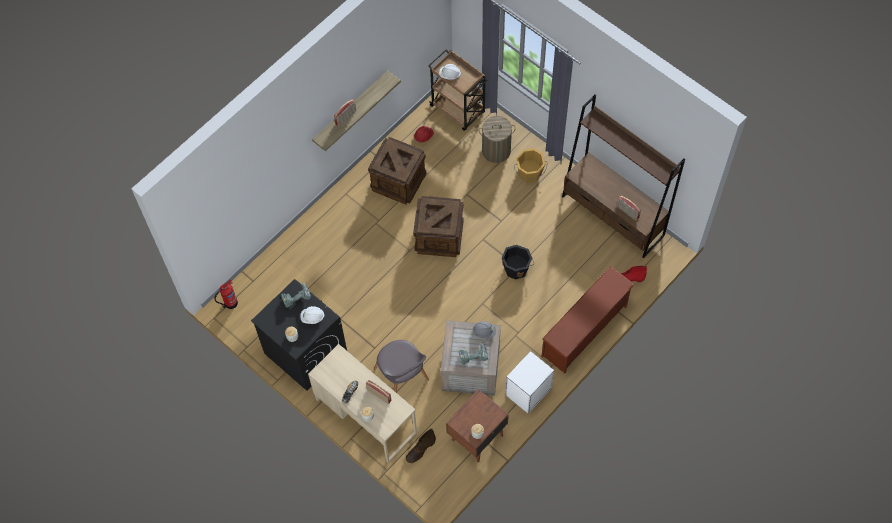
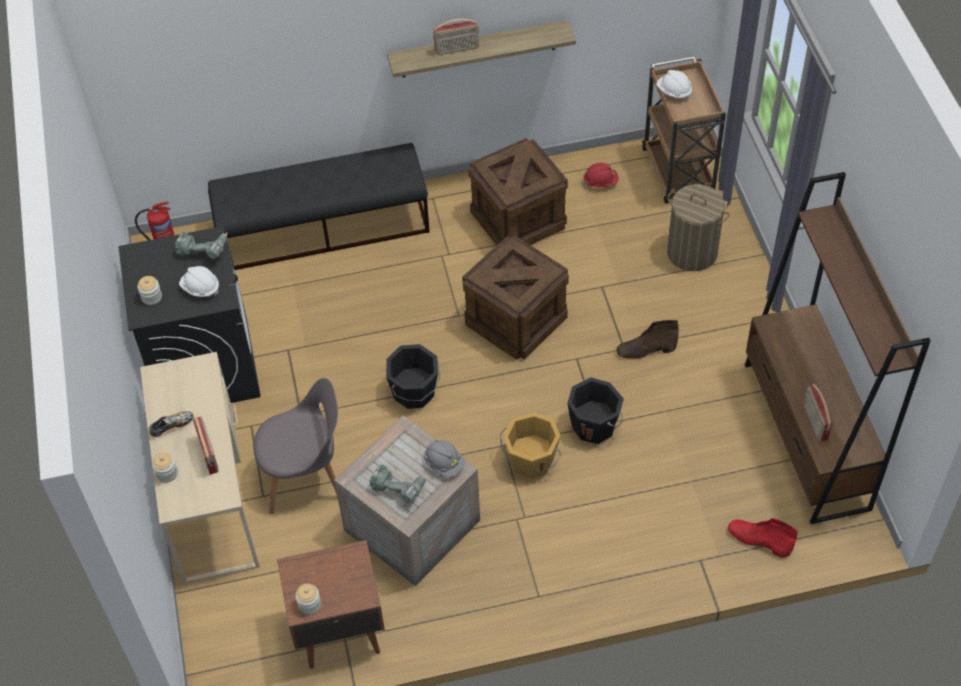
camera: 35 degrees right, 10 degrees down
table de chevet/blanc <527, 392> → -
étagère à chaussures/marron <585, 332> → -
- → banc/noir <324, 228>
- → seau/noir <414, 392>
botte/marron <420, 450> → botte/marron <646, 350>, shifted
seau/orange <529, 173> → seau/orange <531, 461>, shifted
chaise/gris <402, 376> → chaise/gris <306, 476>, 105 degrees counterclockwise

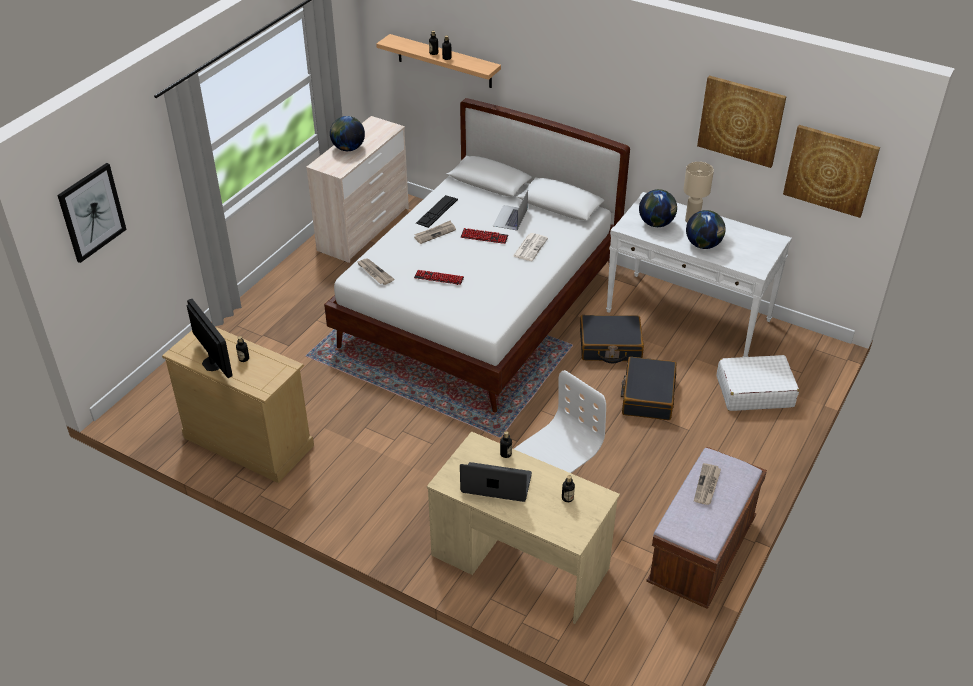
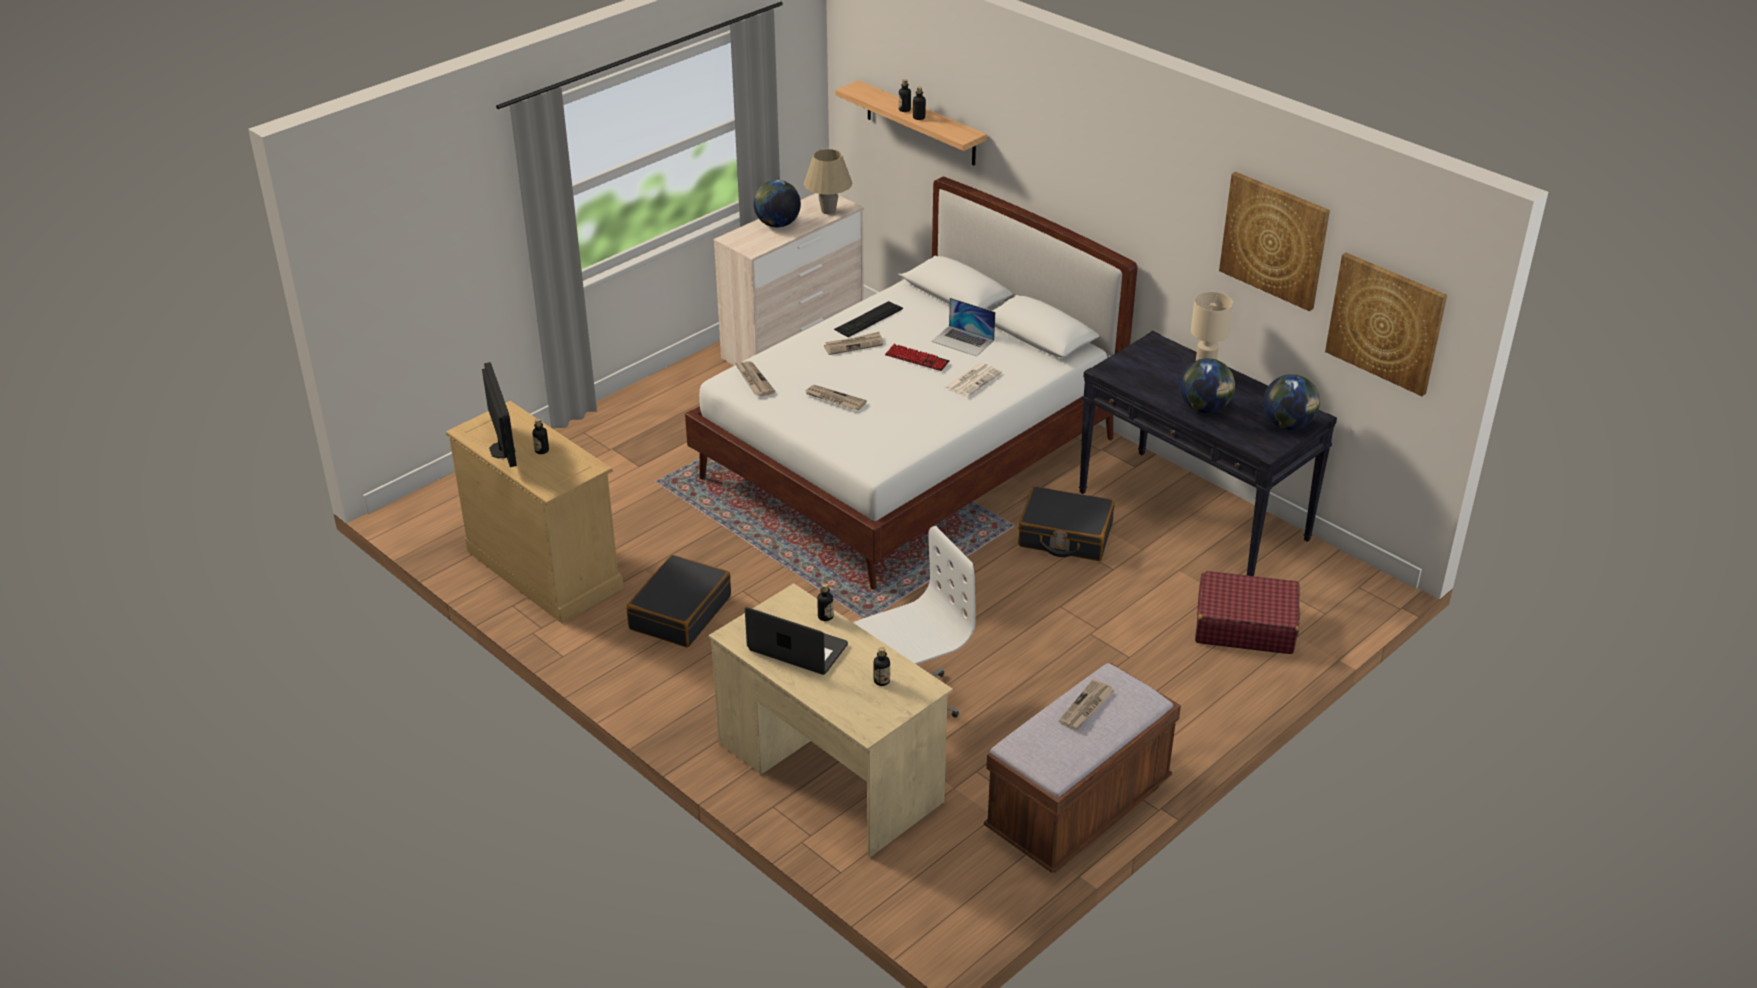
camera: 15 degrees right, 5 degrees down
tableau <91, 212> → -
- → lampe de table/beige <828, 211>
valise/noir <647, 396> → valise/noir <680, 612>, shifted
globe <656, 223> → globe <1288, 424>, shifted
clavier <439, 278> → journal <834, 399>
table console/blanc <688, 316> → table console/noir <1193, 516>
valise/blanc <754, 391> → valise/rouge <1244, 625>
ordinateur portable <510, 217> → ordinateur portable <963, 341>, 90 degrees counterclockwise

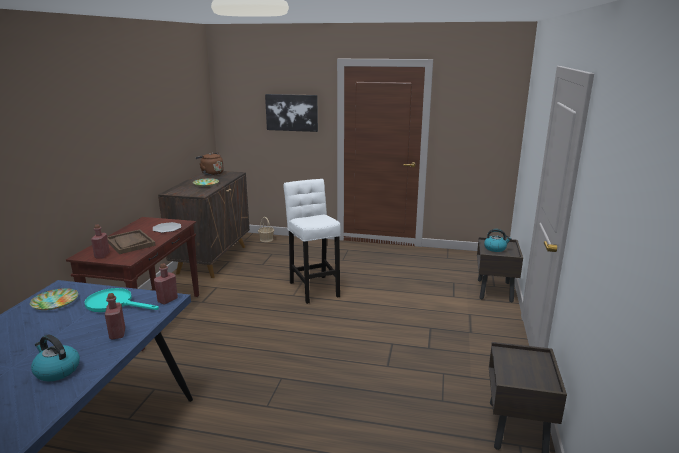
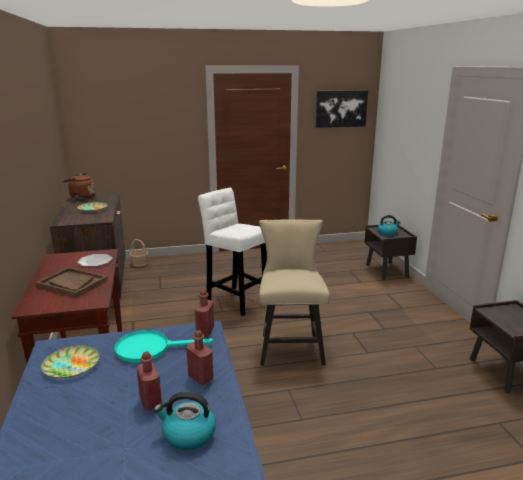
camera: 25 degrees left, 0 degrees up
- → chaise/beige <290, 346>
bouteille/rouge <102, 255> → bouteille/rouge <150, 402>, shifted
tableau <292, 112> → tableau <341, 108>, shifted

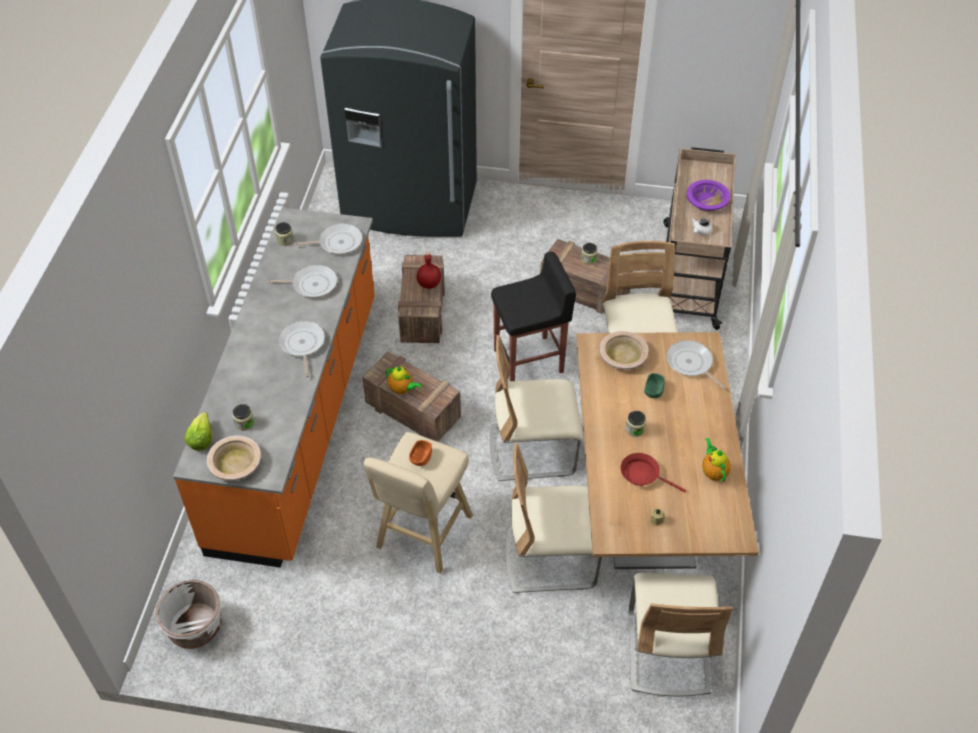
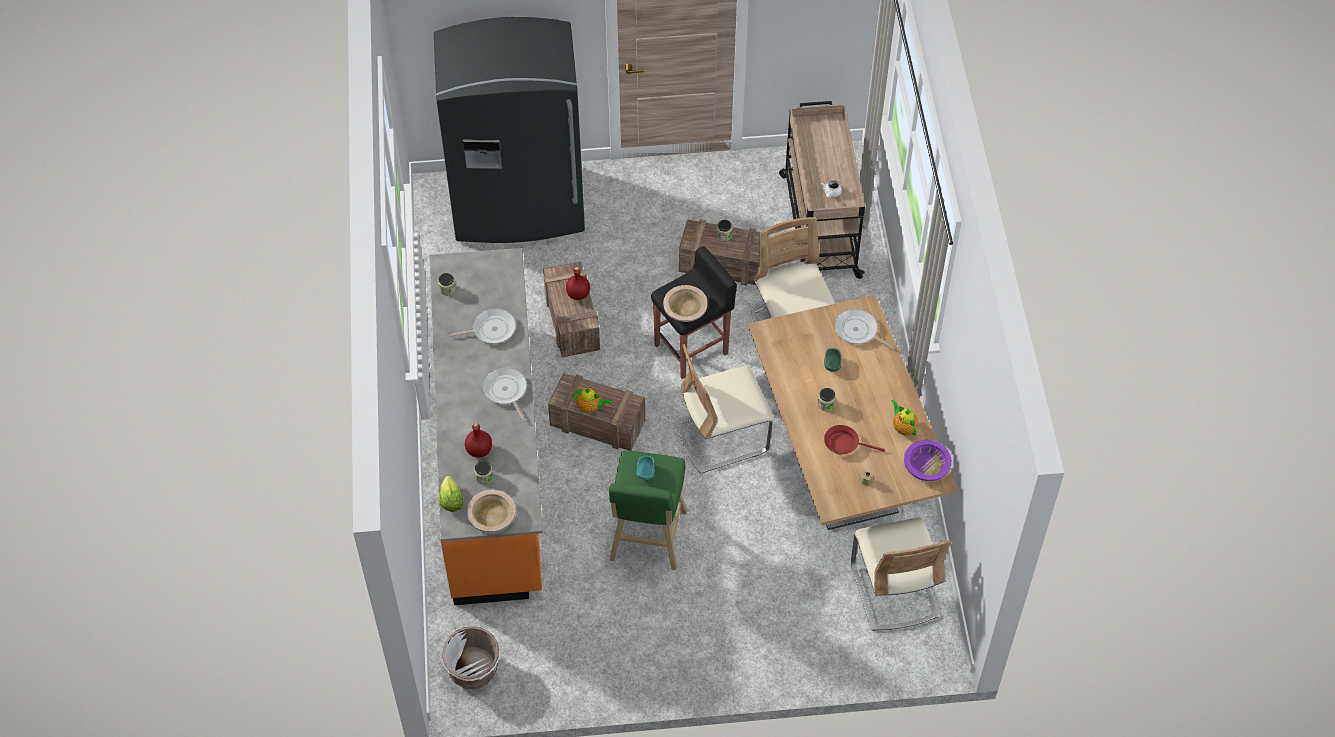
camera: 15 degrees left, 5 degrees up
poêle <338, 242> → -
chaise/beige <550, 558> → -
- → bouteille/rouge <479, 450>
bol/beige <622, 356> → bol/beige <685, 309>, shifted
bol/violet <707, 201> → bol/violet <926, 465>, shifted
tabouret/beige <422, 535> → tabouret/vert <647, 540>
bol/orange <421, 458> → bol/turquoise <645, 472>

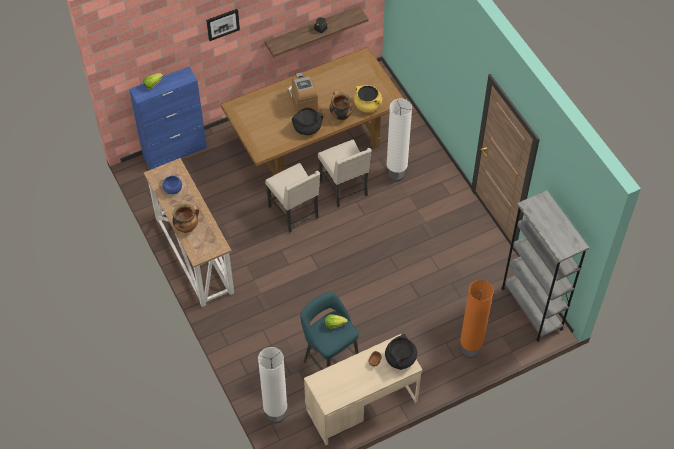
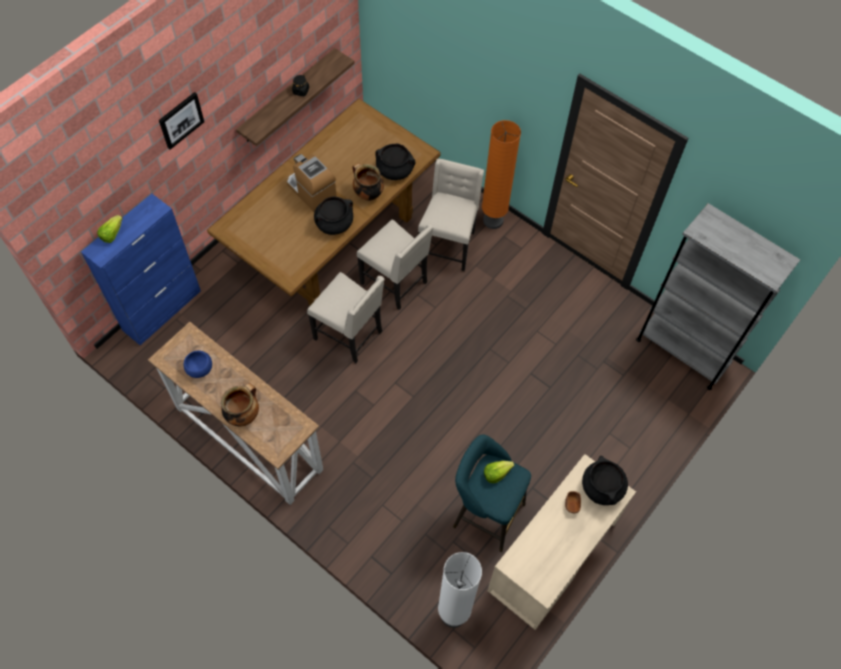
camera: 25 degrees left, 5 degrees up
lampadaire/orange <470, 350> → lampadaire/orange <493, 220>, shifted
lampadaire/blanc <396, 174> → chaise/beige <448, 245>
marmite/jaune <368, 105> → marmite/noir <395, 171>

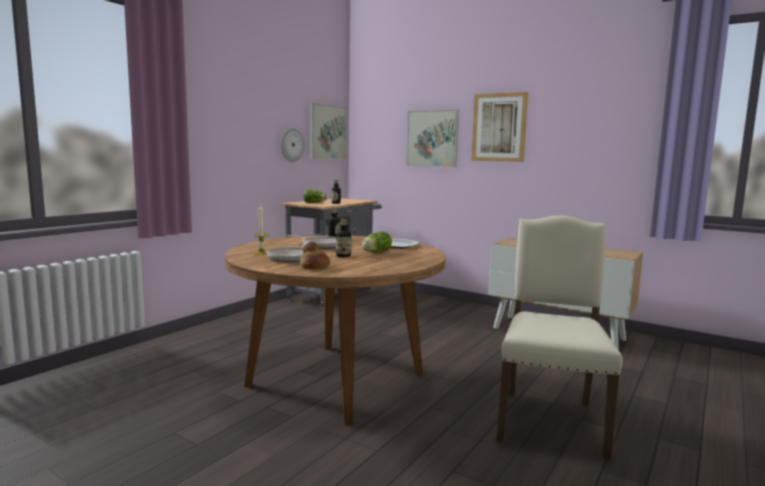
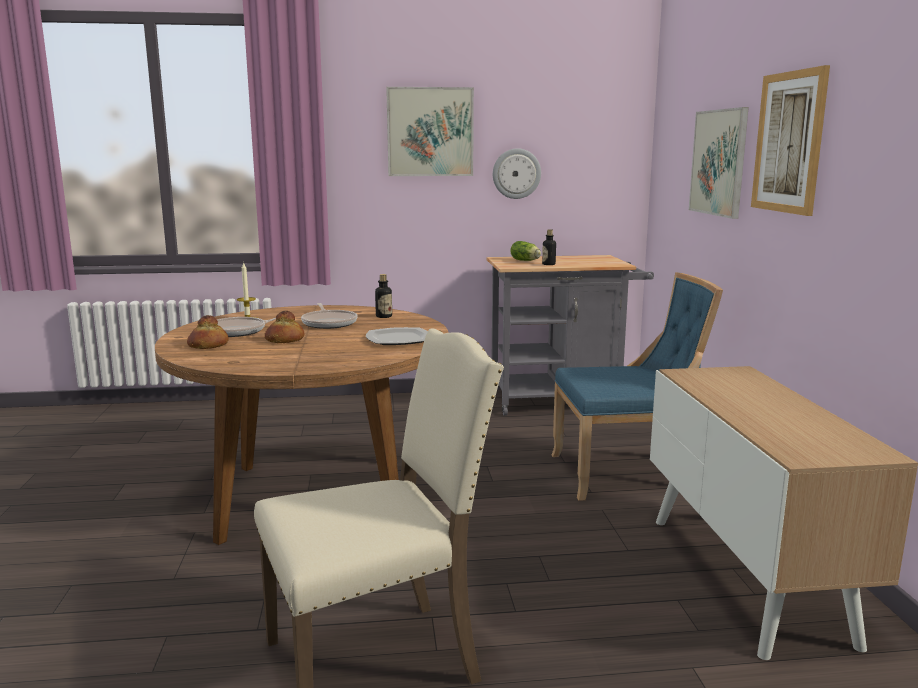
camera: 50 degrees right, 5 degrees up
laitue <375, 252> → -
- → chaise/bleu <626, 473>
tableau <327, 132> → tableau <430, 132>, shifted
bouteille <343, 256> → pain <285, 340>

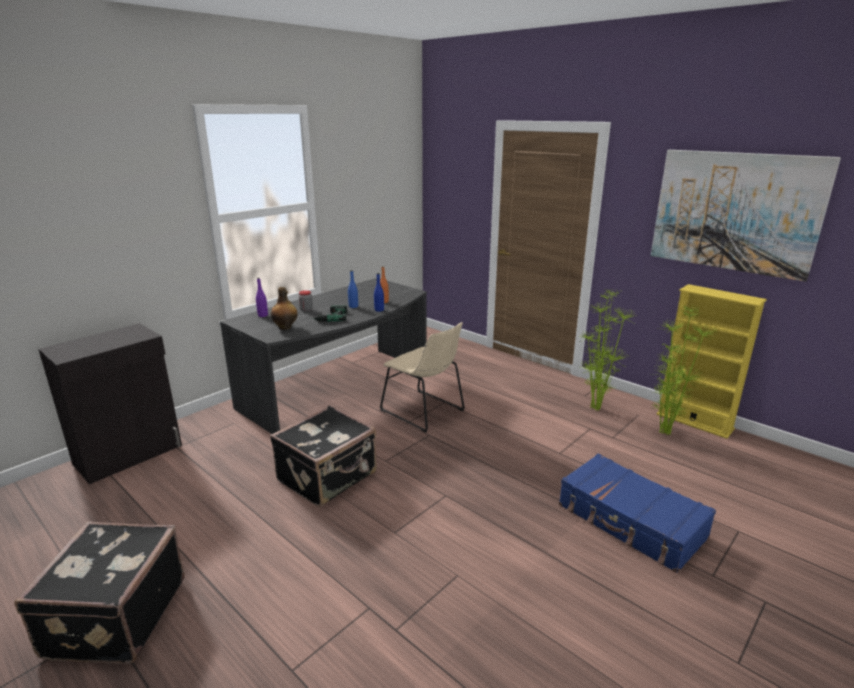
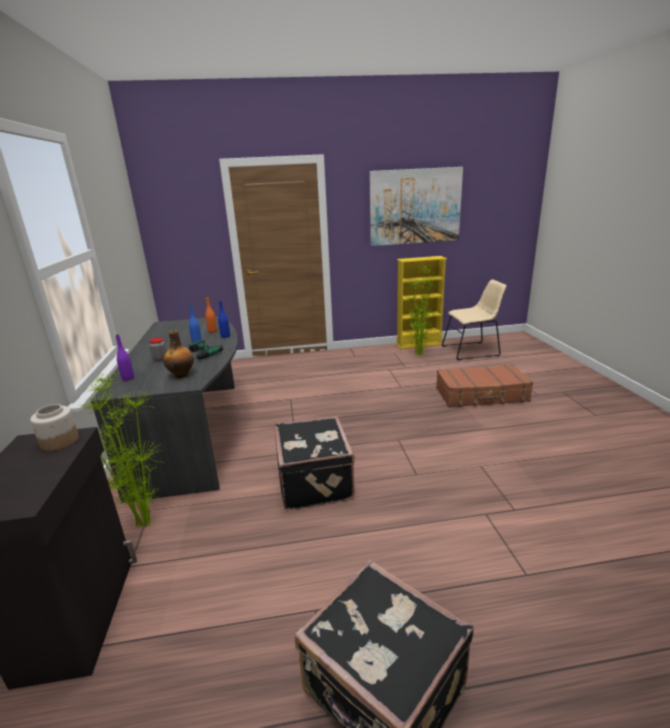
camera: 50 degrees left, 0 degrees up
- → bocal <59, 442>
chaise/beige <424, 411> → chaise/beige <472, 350>, shifted
plante en pot <595, 409> → plante en pot <145, 525>, shifted
valise/bleu <630, 521> → valise/marron <481, 395>

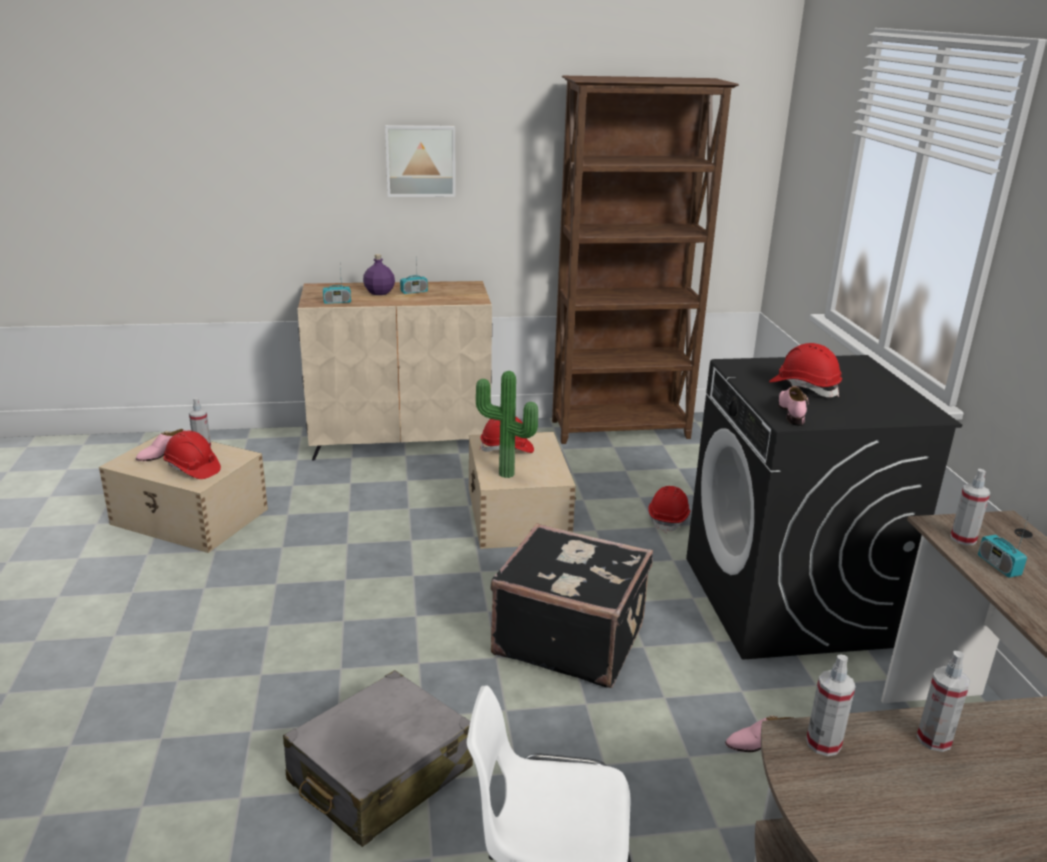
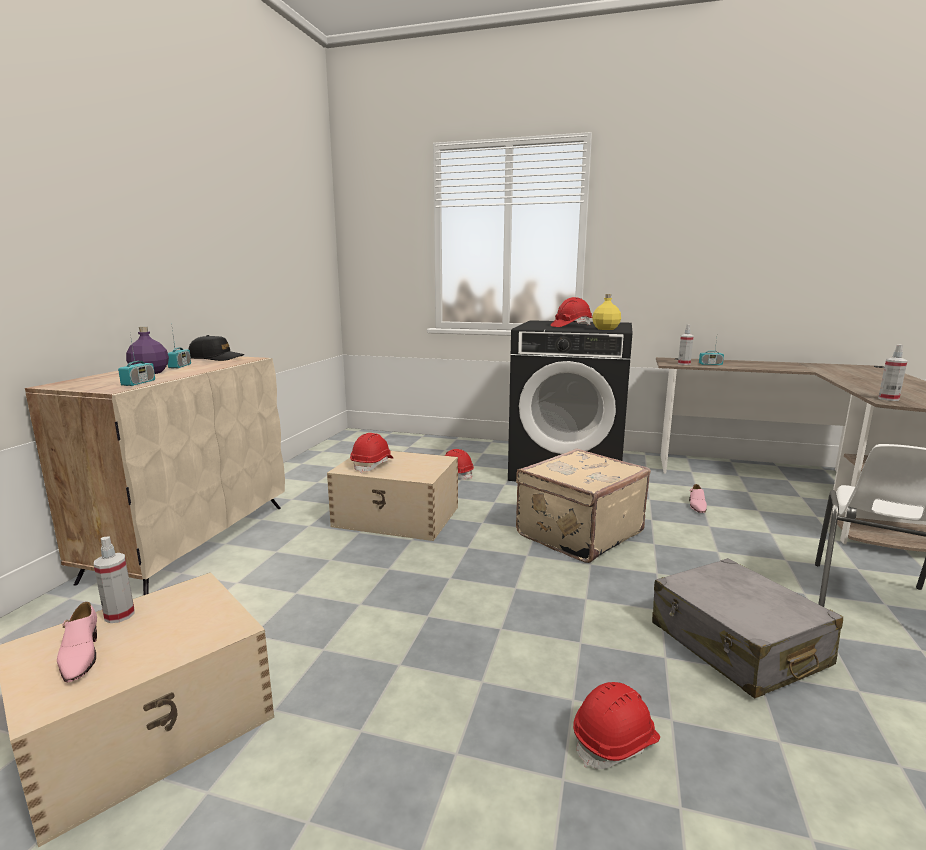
camera: 65 degrees left, 10 degrees down
tableau <420, 160> → -
plante en pot <505, 475> → -
bibliothèque/marron <622, 430> → -
vaporisateur <934, 739> → -
- → casquette/noir <216, 358>
casque de chantier/rouge <192, 468> → casque de chantier/rouge <616, 742>, shifted
chaussure/rose <791, 412> → bouteille/jaune <606, 329>
valise/noir <569, 638> → valise/beige <577, 533>

